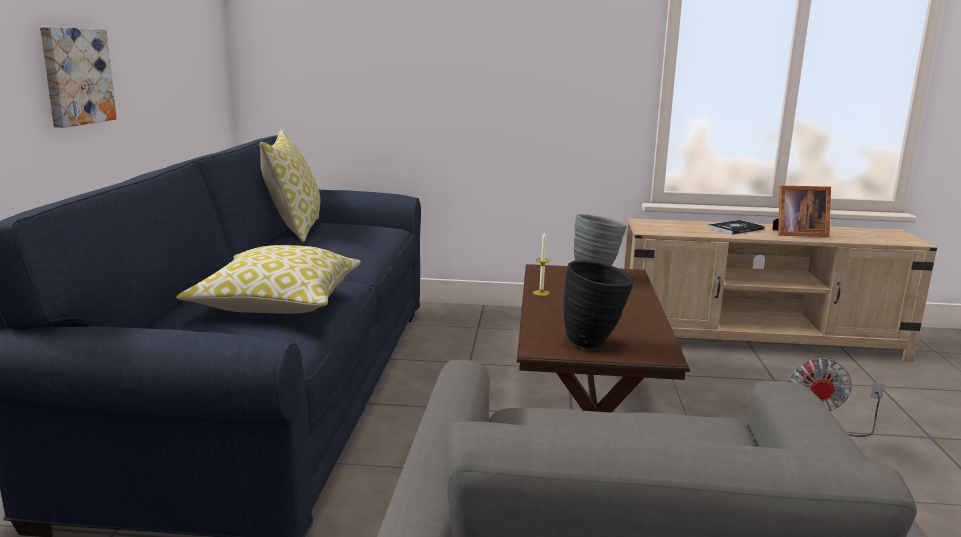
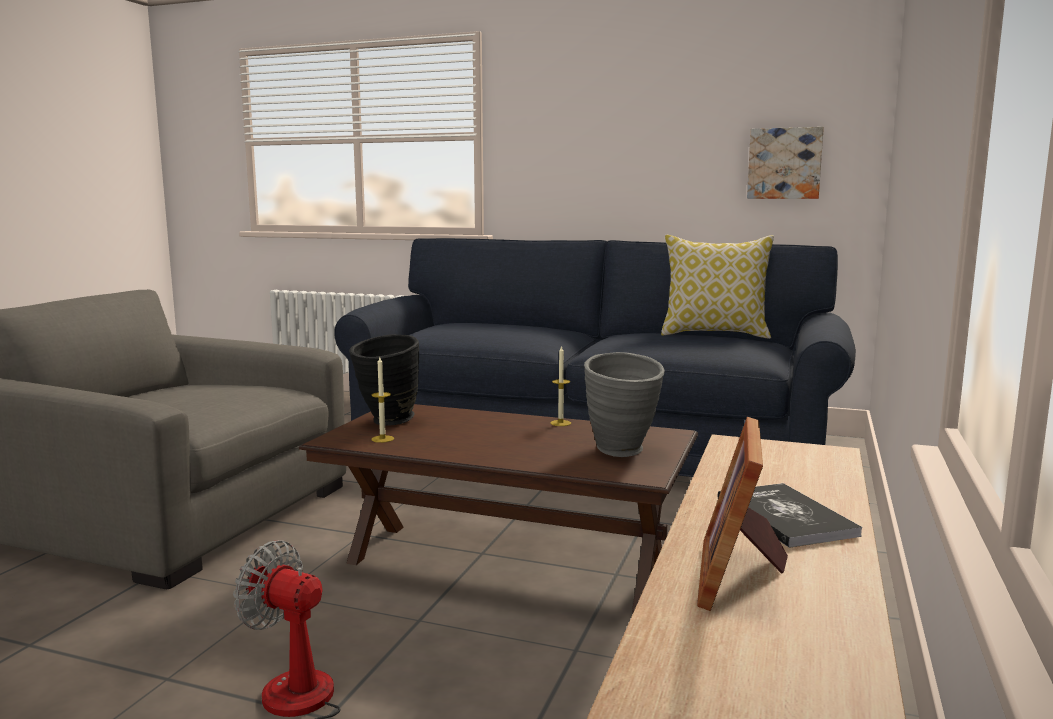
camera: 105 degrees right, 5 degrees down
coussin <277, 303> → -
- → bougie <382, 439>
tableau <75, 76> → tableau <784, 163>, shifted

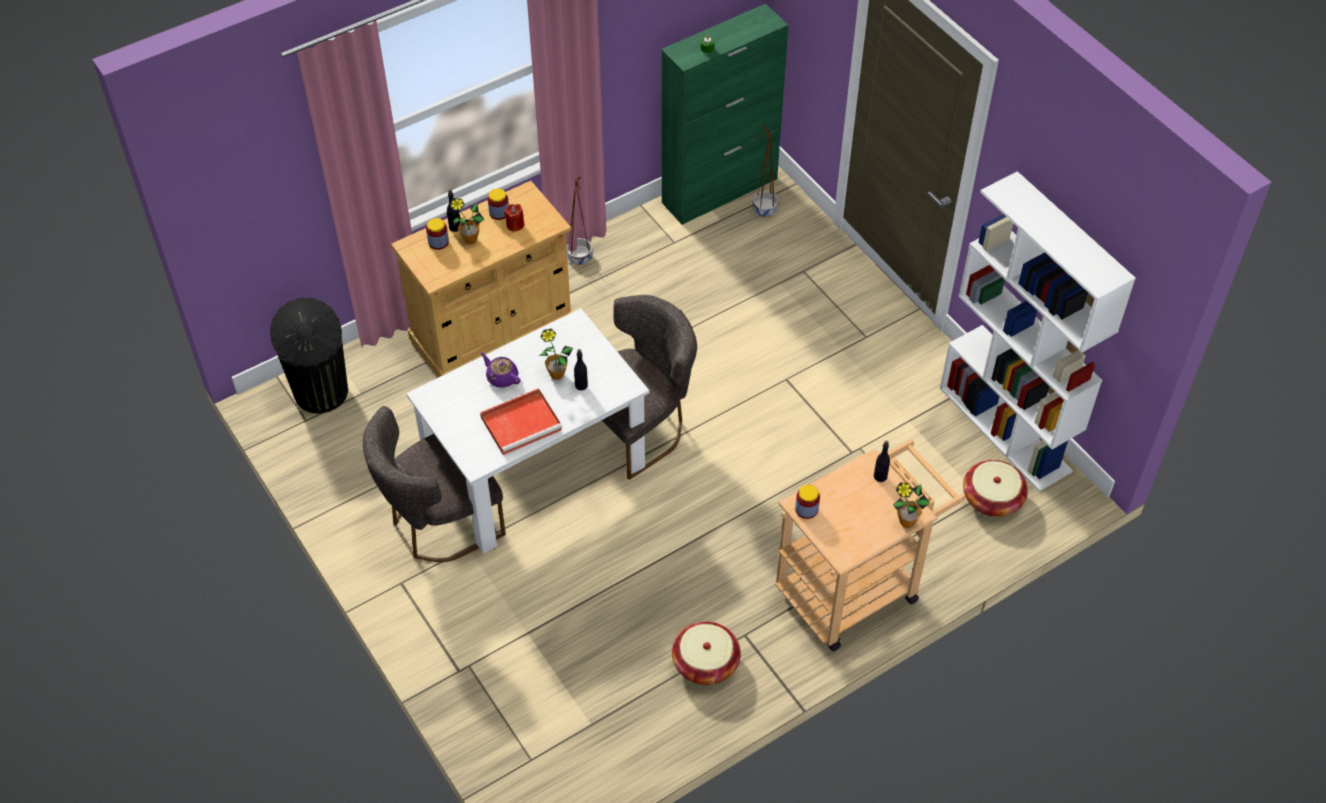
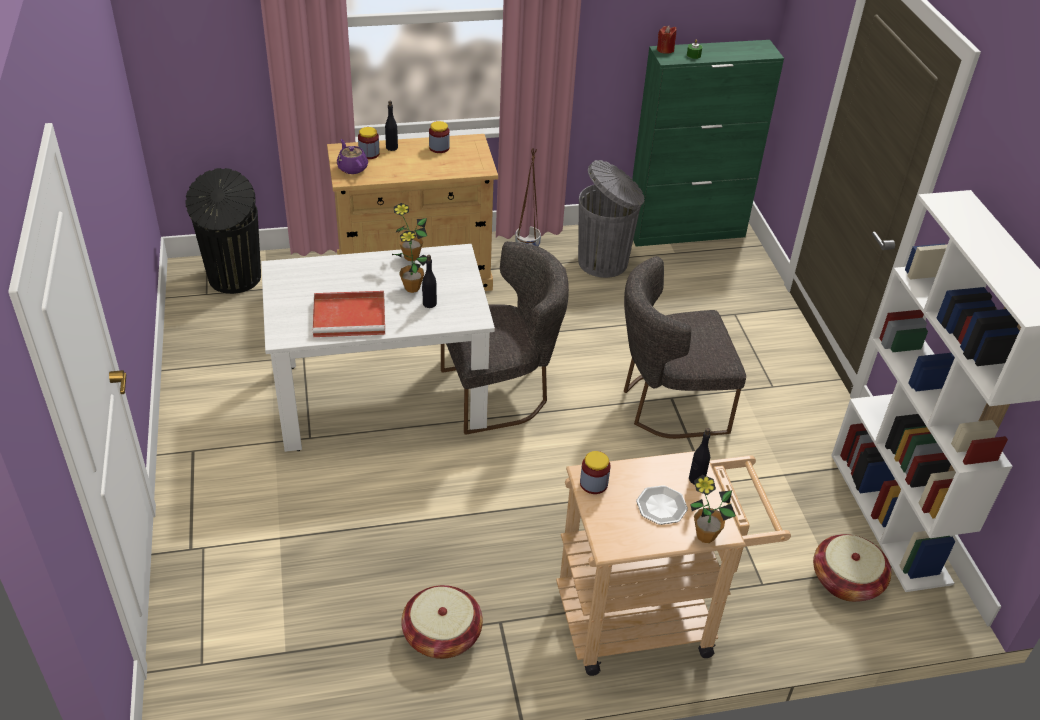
camera: 20 degrees right, 10 degrees down
cache-pot/marron <764, 209> → -
- → poubelle/gris <604, 262>
- → assiette <661, 507>
chaise/gris <439, 523> → chaise/gris <668, 404>, shifted
plante en pot <470, 239> → plante en pot <411, 257>, shifted
théière/violet <502, 377> → théière/violet <352, 168>, shifted
bougie/rouge <515, 225> → bougie/rouge <665, 50>, shifted

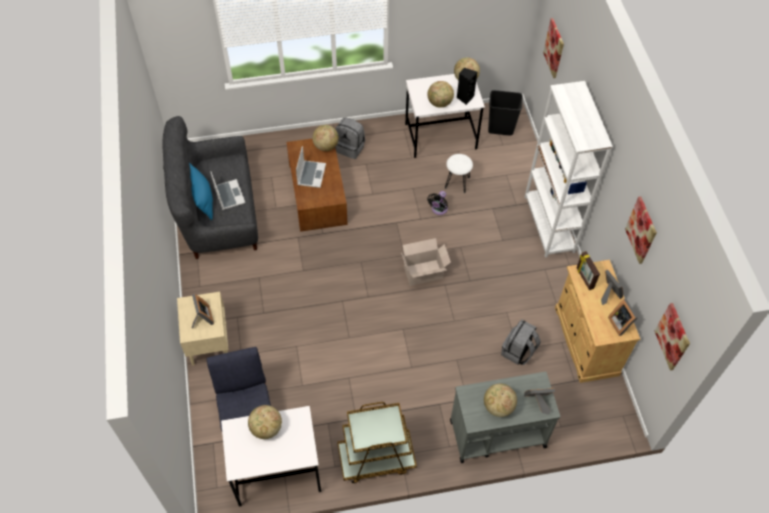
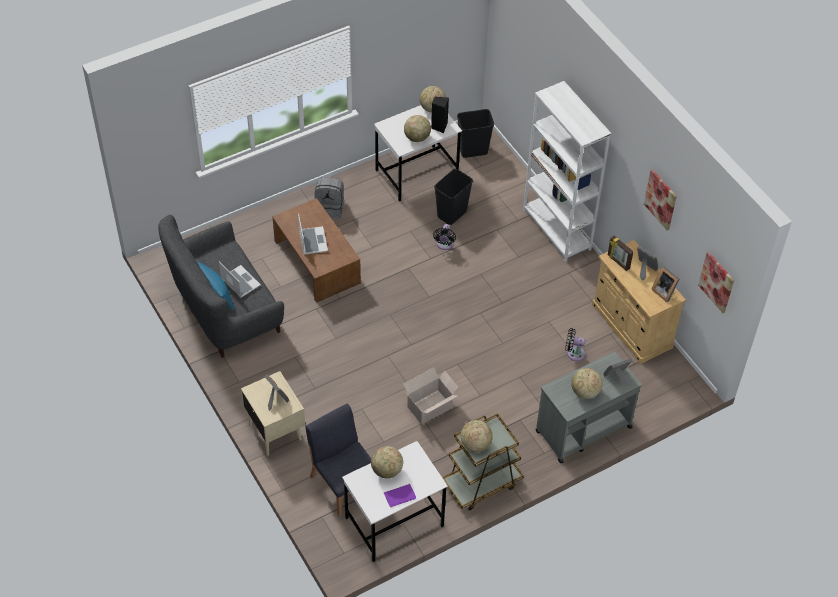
camera: 20 degrees left, 5 degrees down
tableau <554, 48> → -
- → livre/violet <401, 496>
globe <326, 146> → globe <475, 444>, shifted
carton <424, 272> → carton <431, 406>, shifted
tabouret/blanc <457, 183> → poubelle/noir <452, 214>
sac à dos/gris <518, 351> → ventilateur/noir <573, 353>

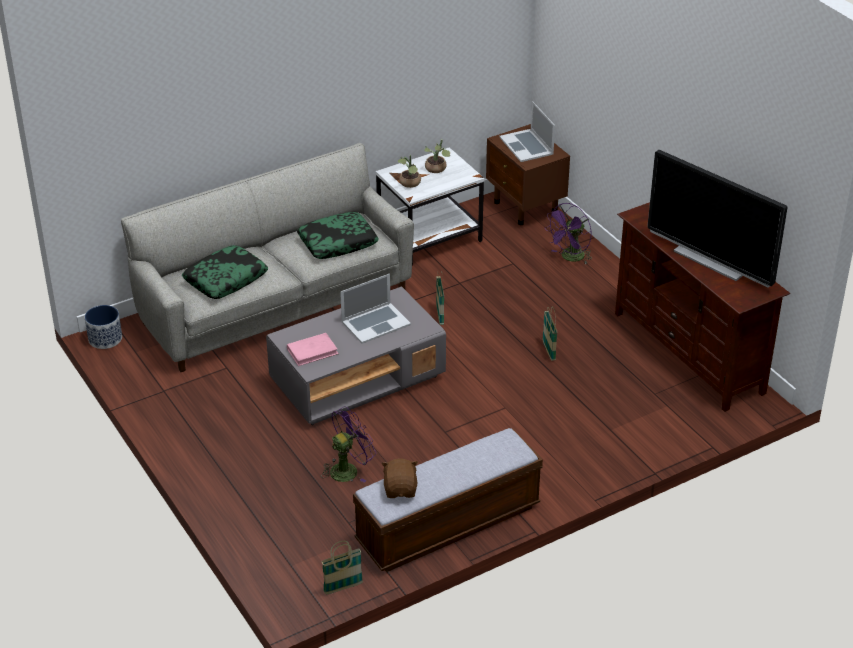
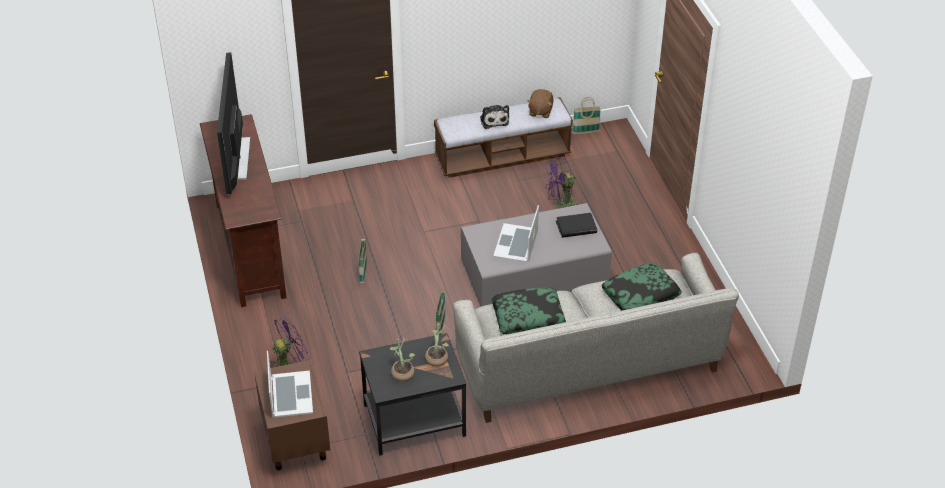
camera: 165 degrees left, 5 degrees up
cache-pot <105, 339> → -
- → peluche <494, 120>
livre/rose <312, 351> → livre/noir <576, 227>
table d'appoint/blanc <429, 238> → table d'appoint/noir <414, 421>
ordinateur portable <375, 323> → ordinateur portable <516, 243>, 60 degrees counterclockwise
téléviseur <711, 261> → téléviseur <237, 158>, 150 degrees counterclockwise

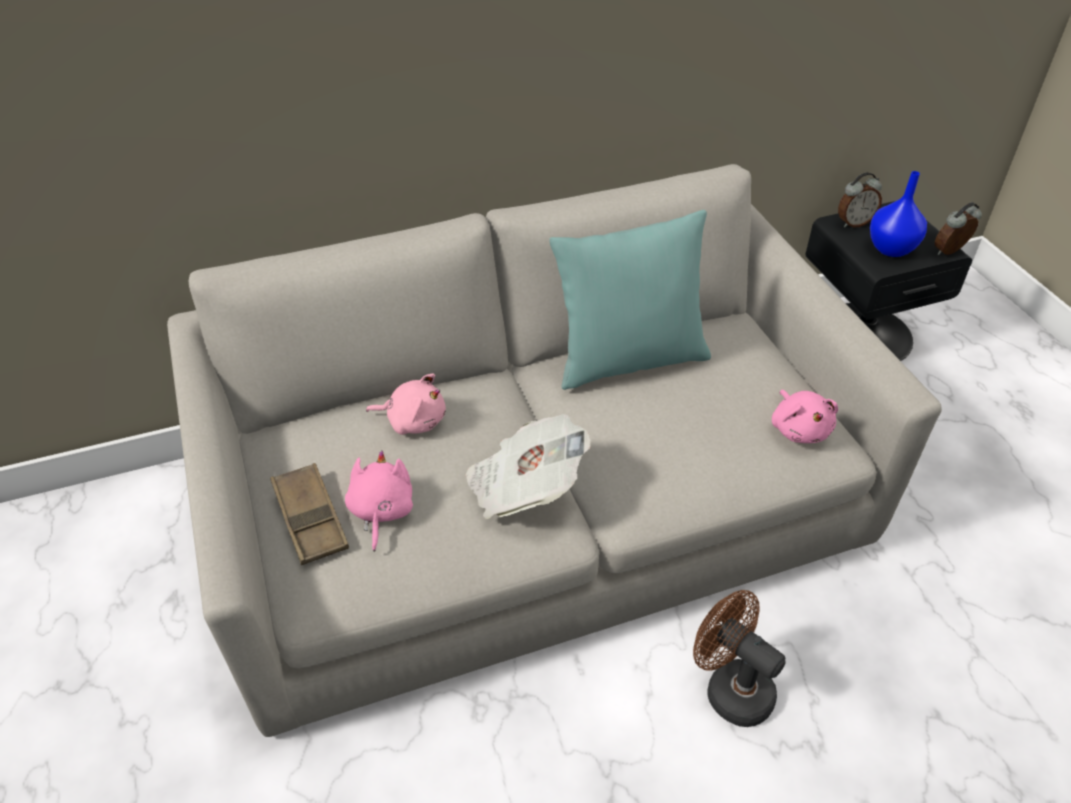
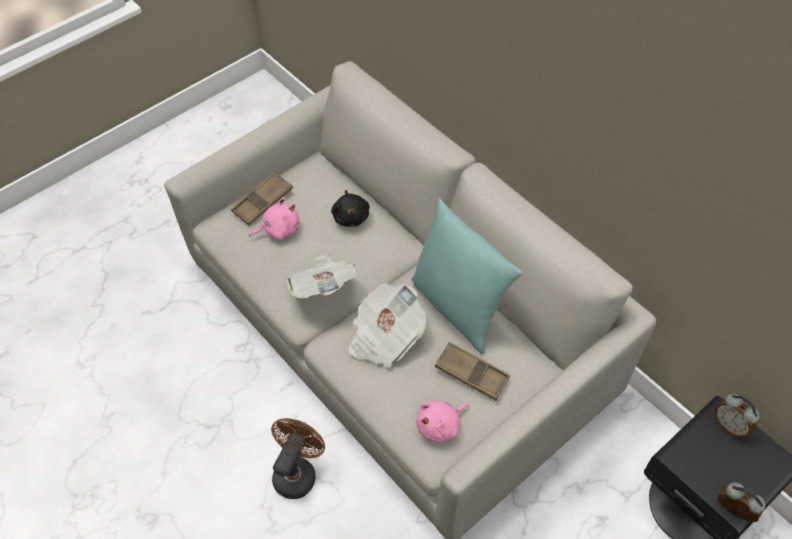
camera: 70 degrees right, 10 degrees up
vase/bleu <890, 248> → -
- → journal <385, 336>
- → plateau/marron <471, 374>
peluche/rose <413, 420> → peluche/noir <351, 216>

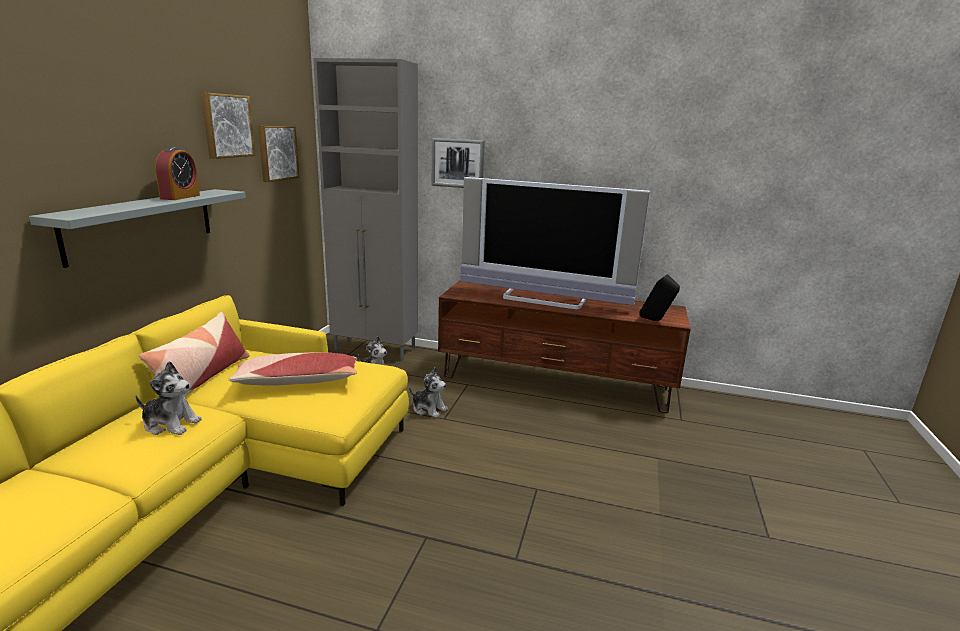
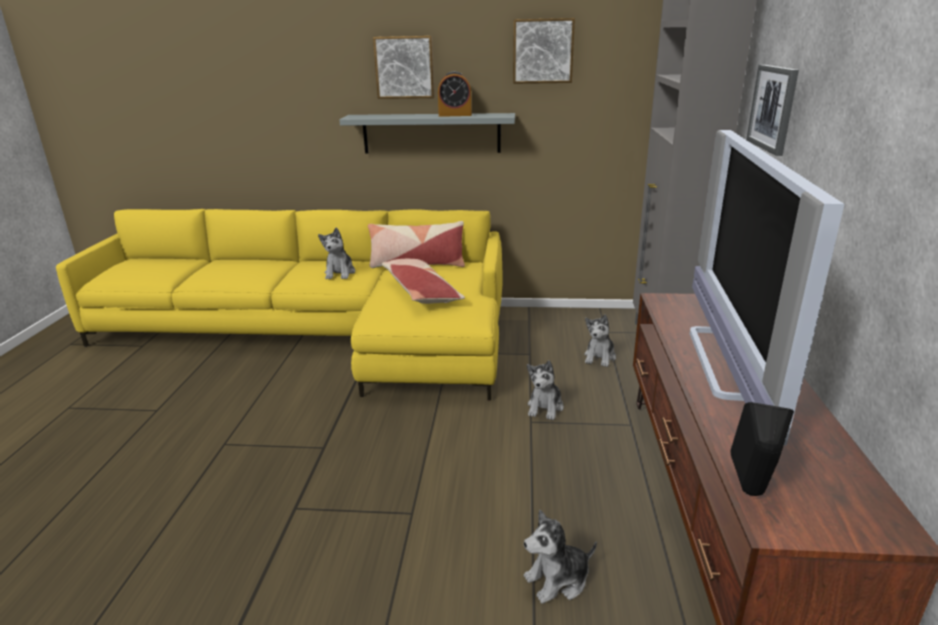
camera: 80 degrees right, 5 degrees up
- → peluche <558, 580>
tableau <277, 153> → tableau <405, 67>, shifted

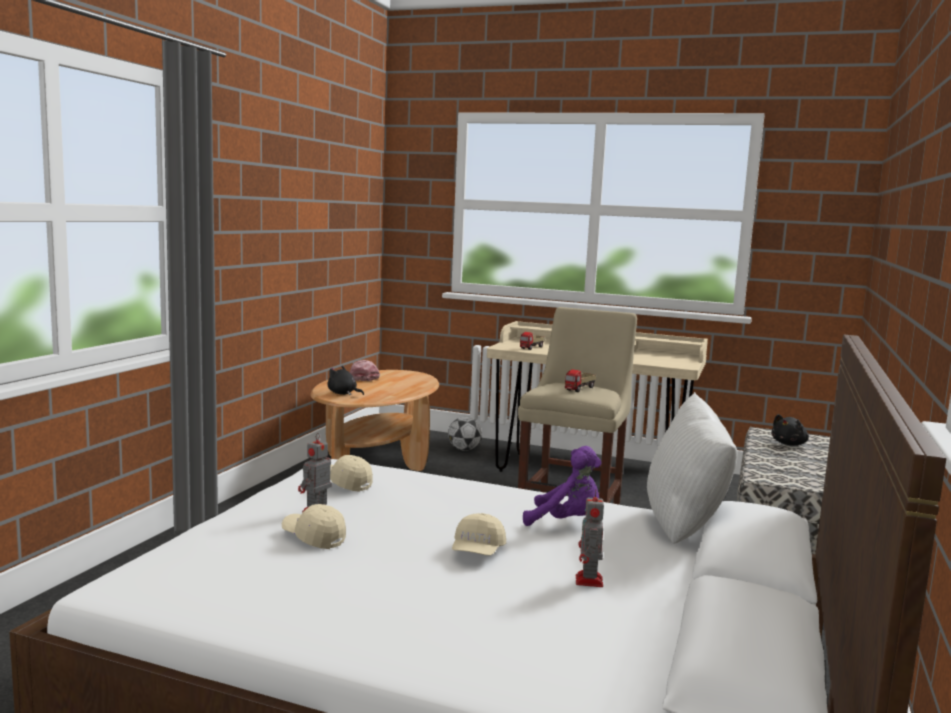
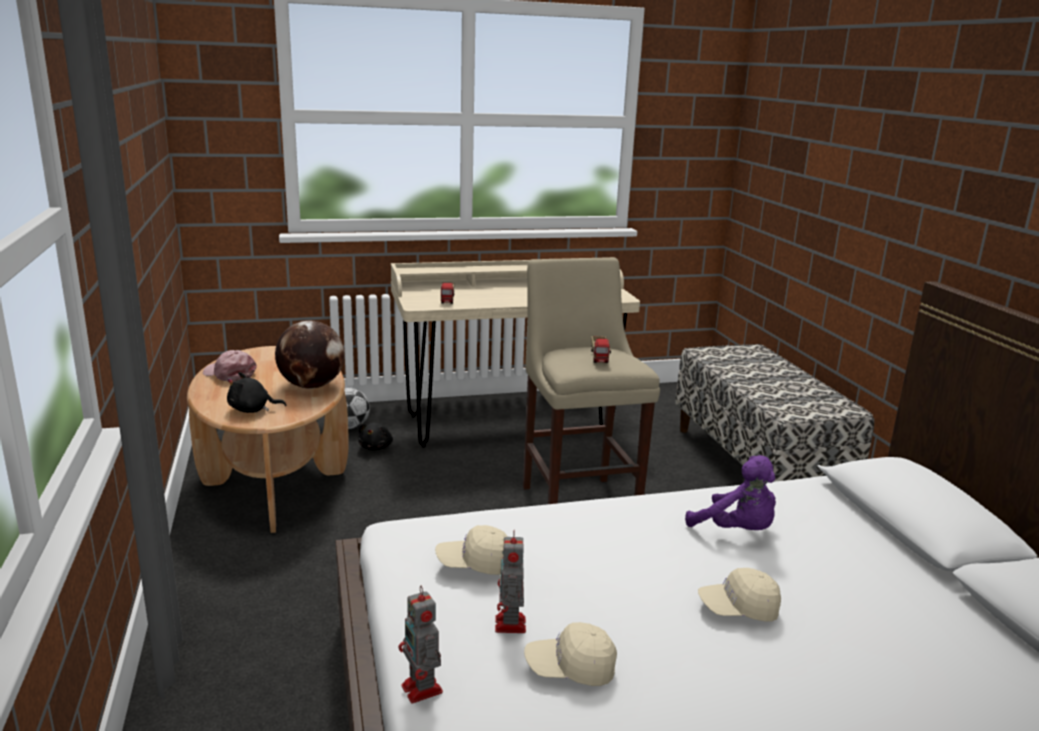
camera: 35 degrees left, 10 degrees up
coussin/blanc <686, 528> → -
- → globe <311, 386>
robot jouet <589, 581> → robot jouet <422, 690>, shifted
peluche/noir <789, 444> → peluche/noir <376, 447>, shifted
casquette/beige <477, 551> → casquette/beige <738, 609>, 105 degrees clockwise
peluche/violet <566, 522> → peluche/violet <736, 531>, 60 degrees clockwise

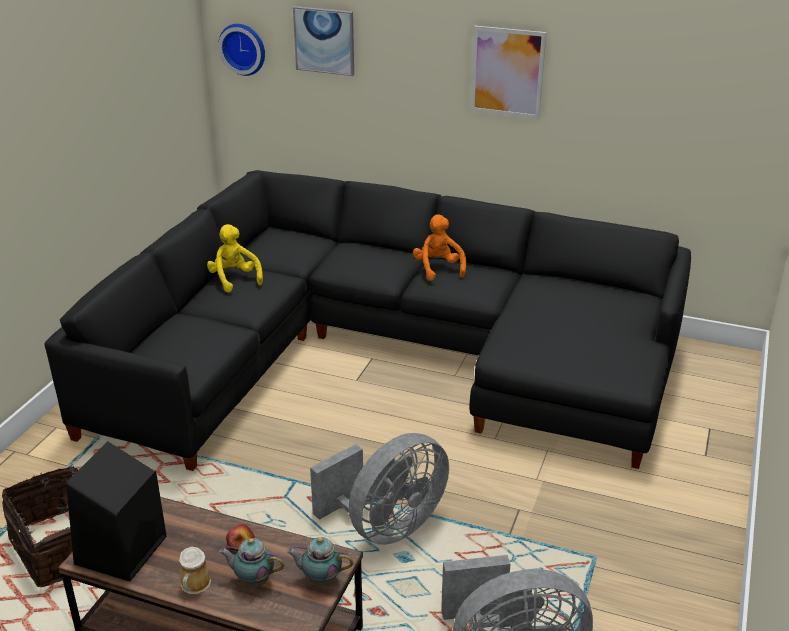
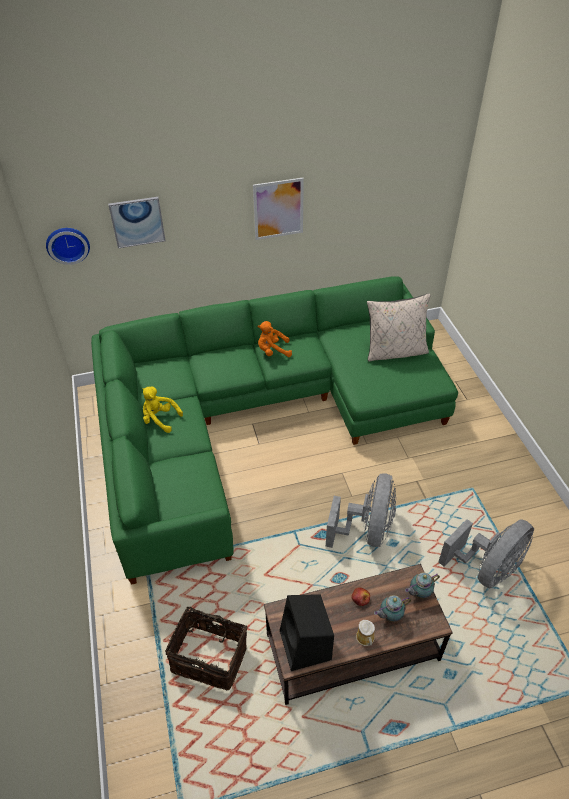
camera: 35 degrees left, 15 degrees up
- → coussin/beige <395, 352>
canapé/noir <385, 355> → canapé/vert <258, 417>
peluche/orange <438, 269> → peluche/orange <273, 351>, 45 degrees counterclockwise

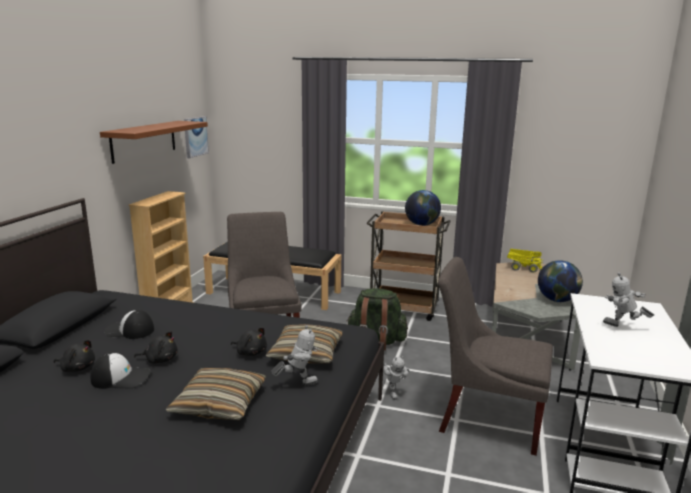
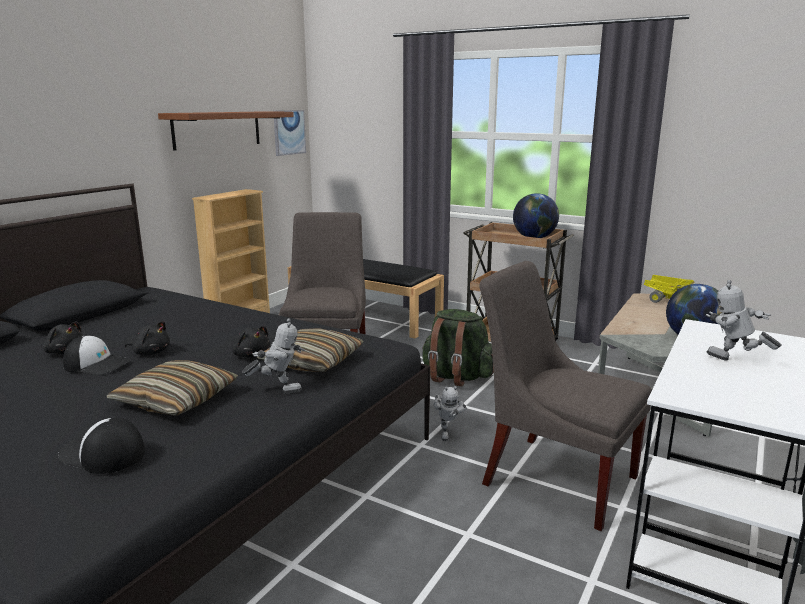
camera: 15 degrees right, 0 degrees up
casquette <129, 331> → casquette <102, 454>, shifted

